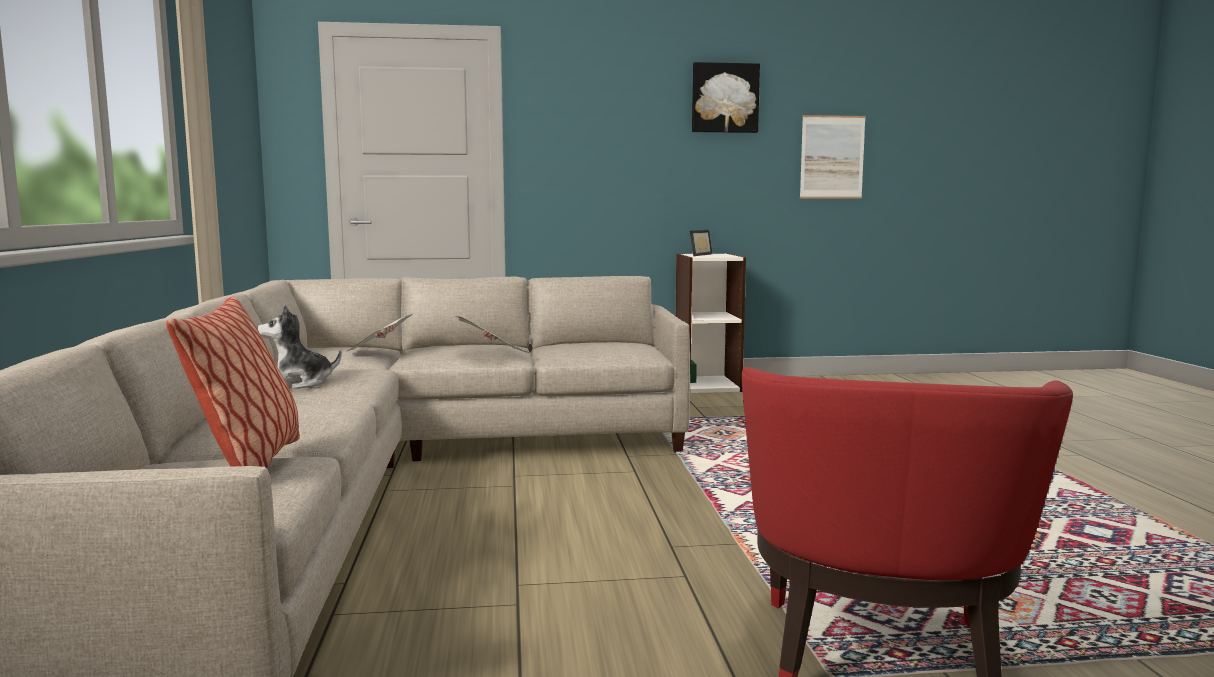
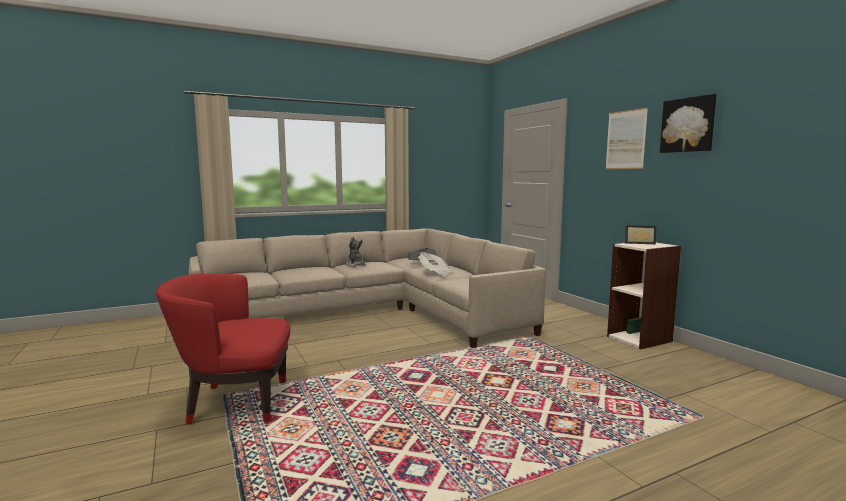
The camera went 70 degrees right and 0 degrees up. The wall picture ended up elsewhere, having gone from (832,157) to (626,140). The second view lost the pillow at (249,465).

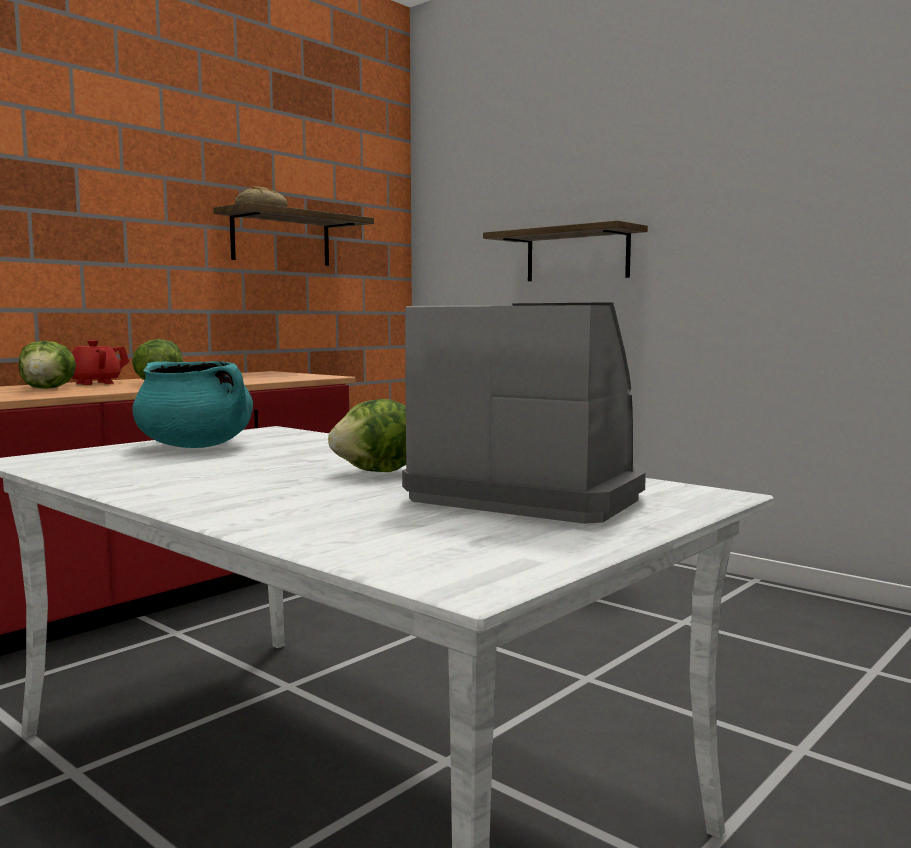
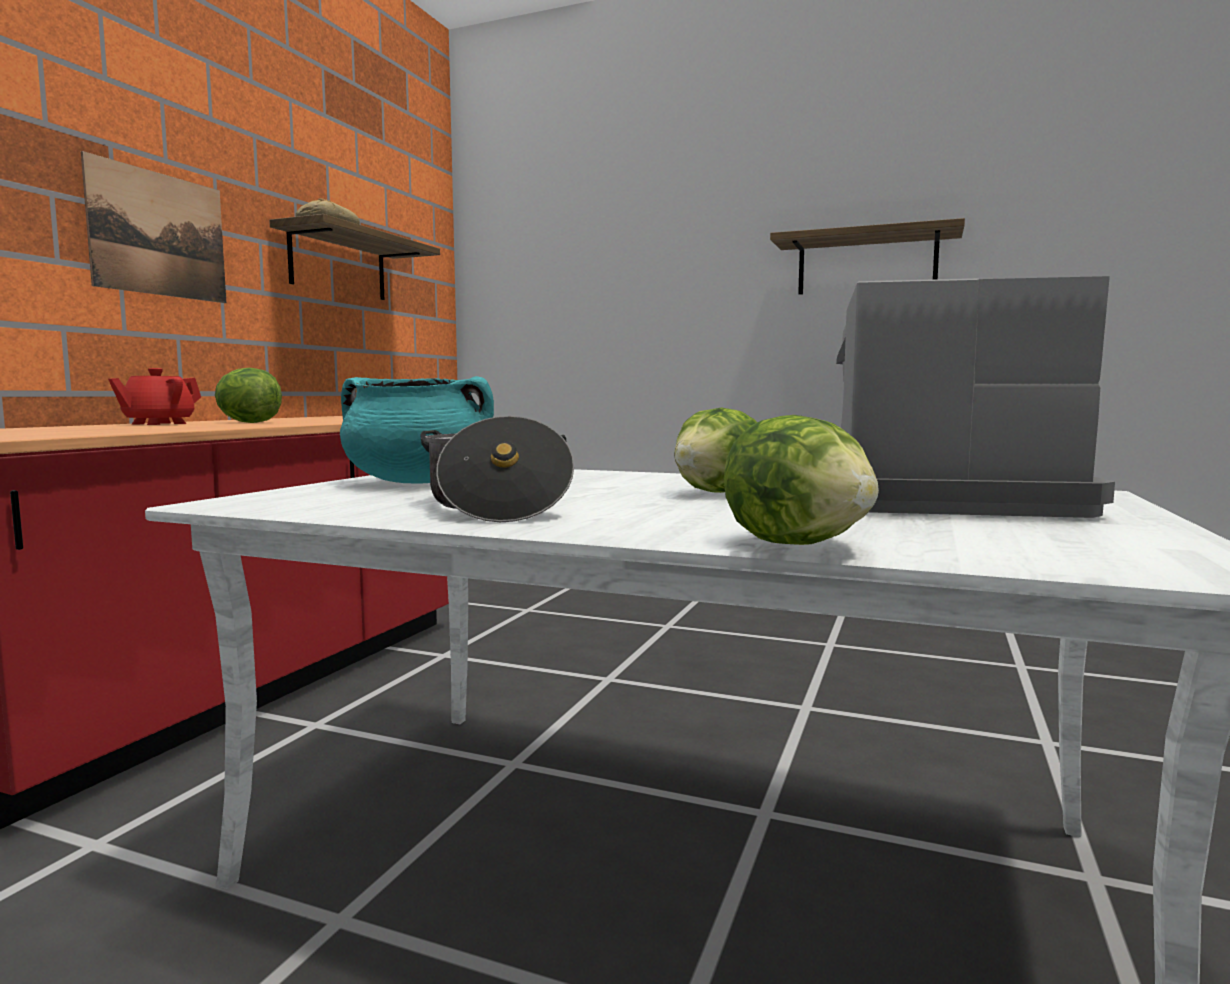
The camera went 20 degrees left and 0 degrees up. The second view gained the wall picture at (159,234). The second view gained the cooking pot at (495,507). The lettuce ended up elsewhere, having gone from (48,388) to (799,544). The shelf ended up elsewhere, having gone from (577,255) to (866,264).

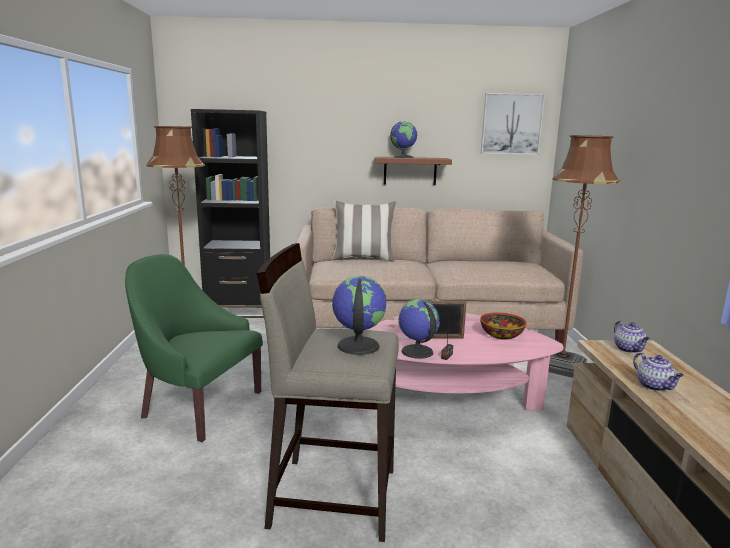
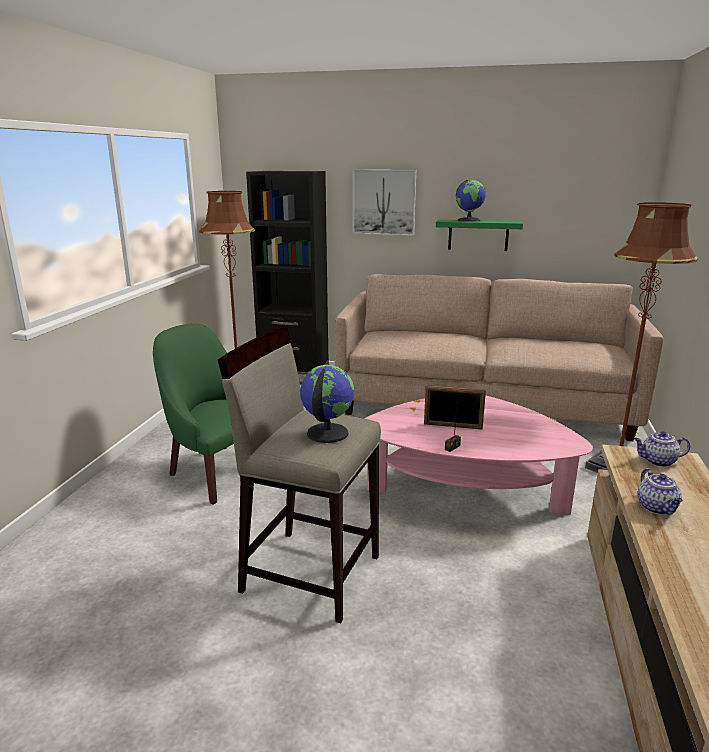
The camera went 15 degrees right and 5 degrees up. The wall picture ended up elsewhere, having gone from (511,124) to (384,202). What was the brown-coloured shelf at (410,171) turned into the greenish shelf at (478,235). The teapot at (629,349) ended up facing another way, 90 degrees clockwise from before. The second view lost the pillow at (363,259). The second view lost the world globe at (416,352). The second view lost the bowl at (501,335).

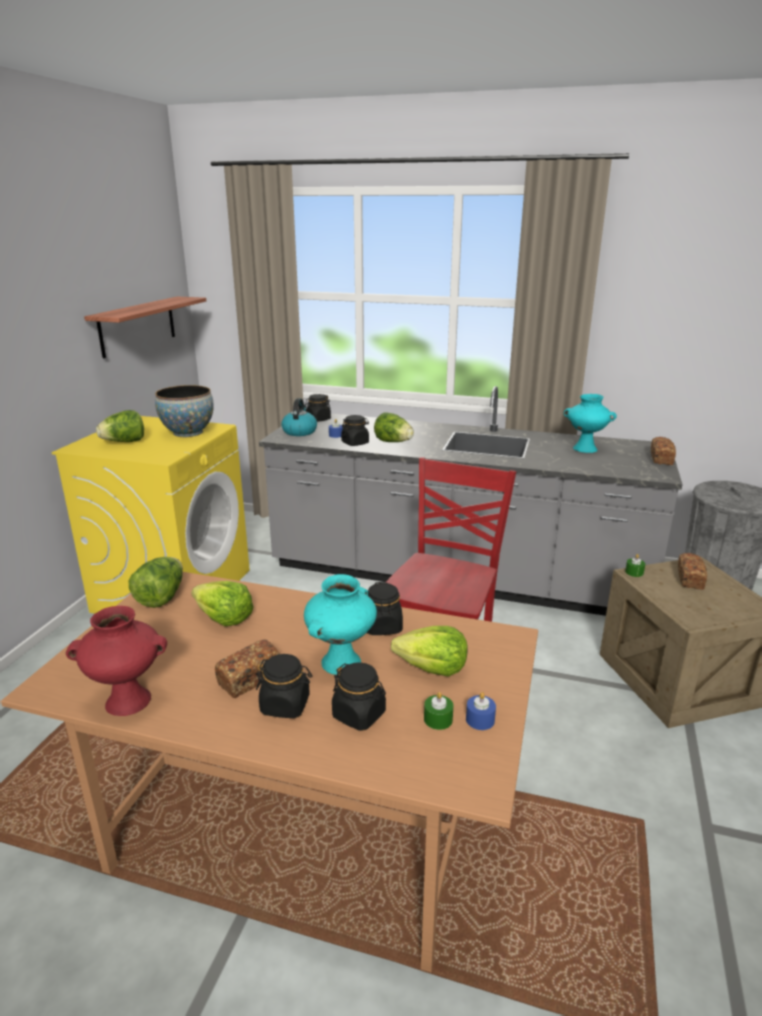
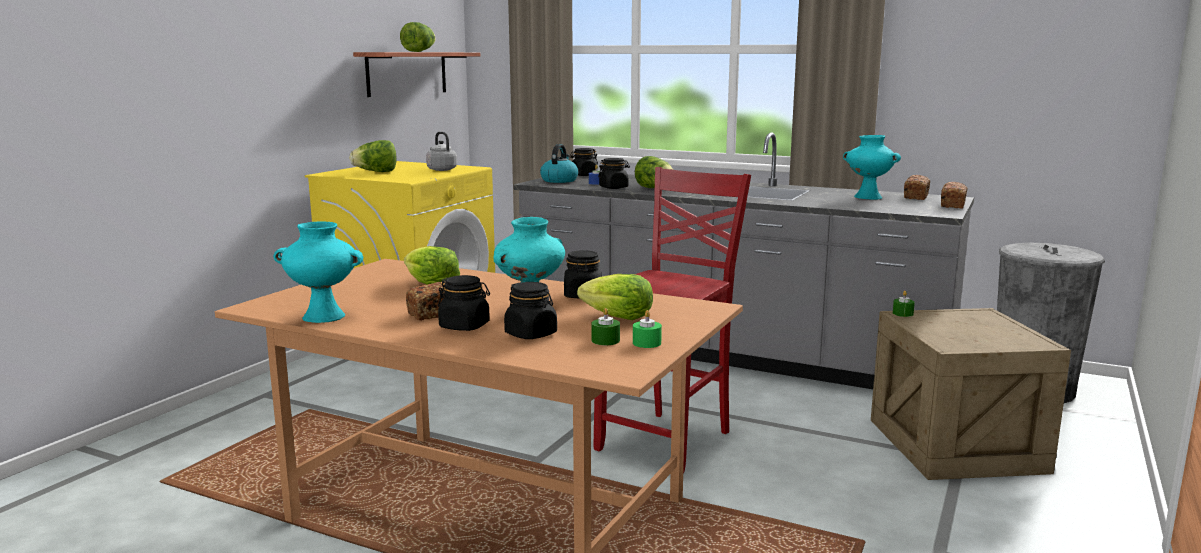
The camera went 10 degrees right and 10 degrees down. What was the red-coloured decorative vase at (129,700) turned into the turquoise decorative vase at (325,316). The lettuce ended up elsewhere, having gone from (161,597) to (419,51). Where the bowl stood at (188,433), the greyish tea kettle came to stand at (441,169). What was the blue wax candle at (480,719) turned into the greenish wax candle at (646,343). The bakery bread ended up elsewhere, having gone from (690,579) to (916,197).

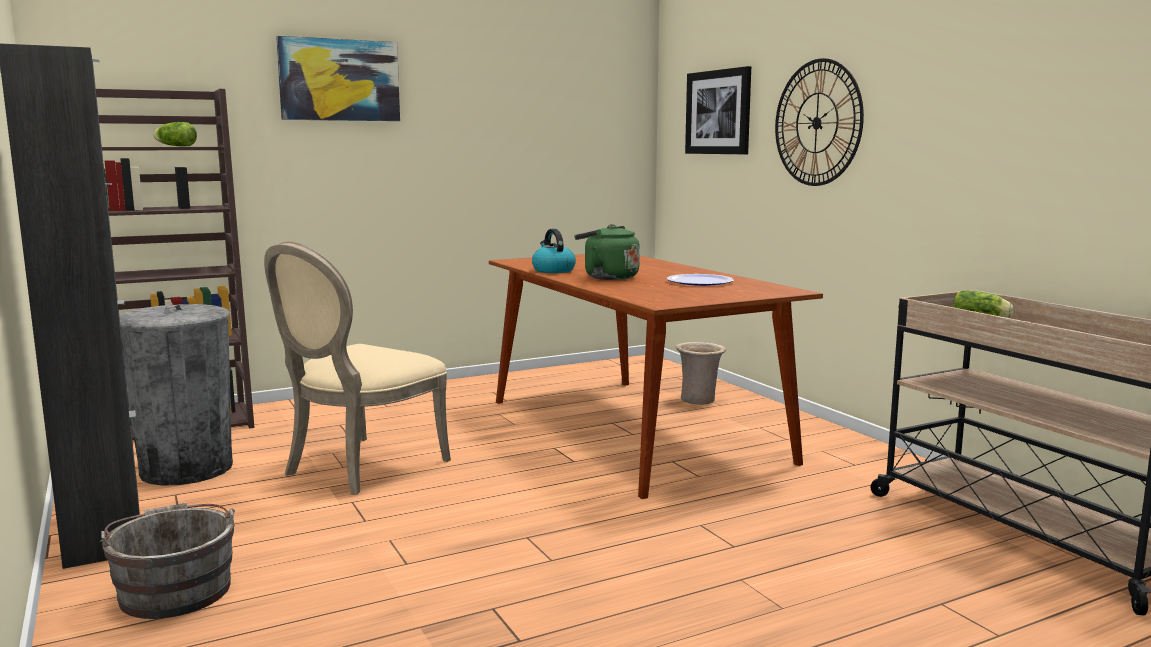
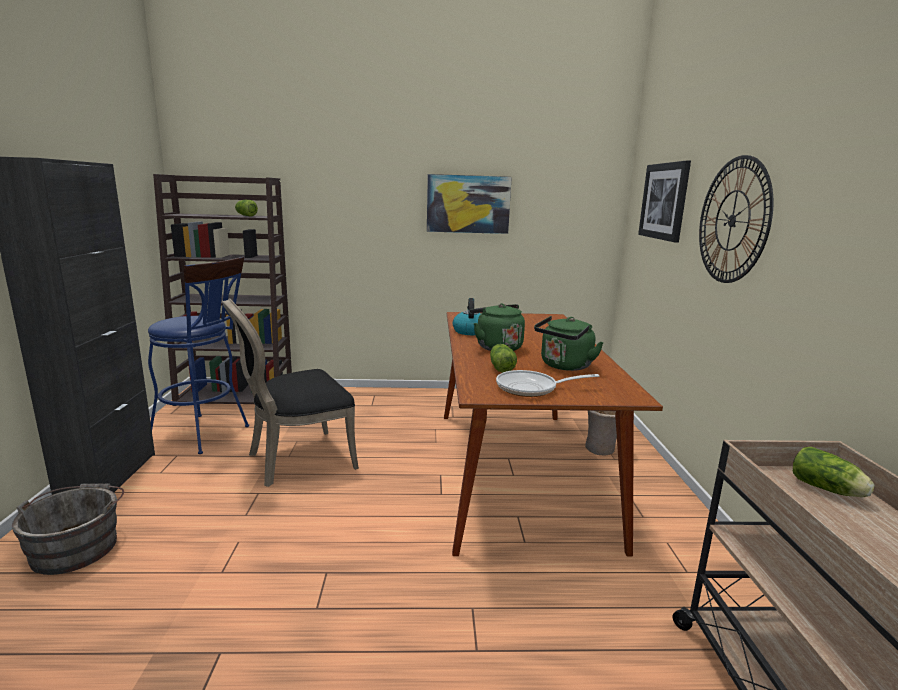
The camera went 25 degrees right and 5 degrees up. Where the greyish rubbish bin stood at (187,469), the blue stool seat came to stand at (206,434). What was the sand-coloured plain chair at (359,468) turned into the blackish plain chair at (296,460). The wall picture ended up elsewhere, having gone from (339,80) to (468,204). The second view gained the lettuce at (501,367). The second view gained the skillet at (531,388). Where the flat dish stood at (699,282), the greenish tea kettle came to stand at (564,366).

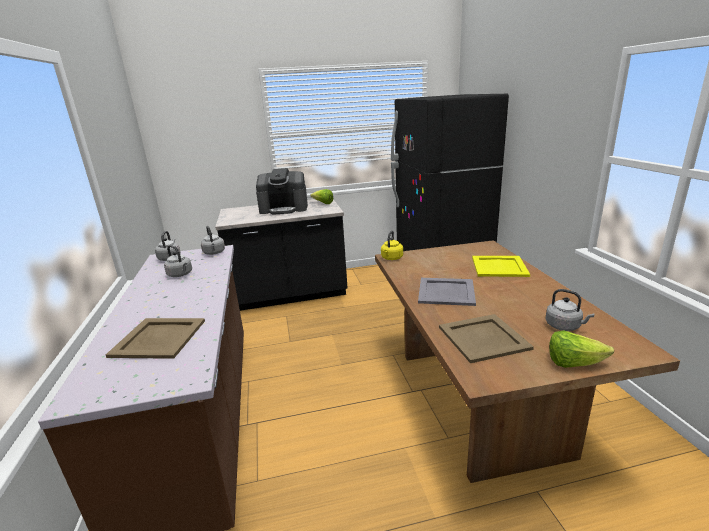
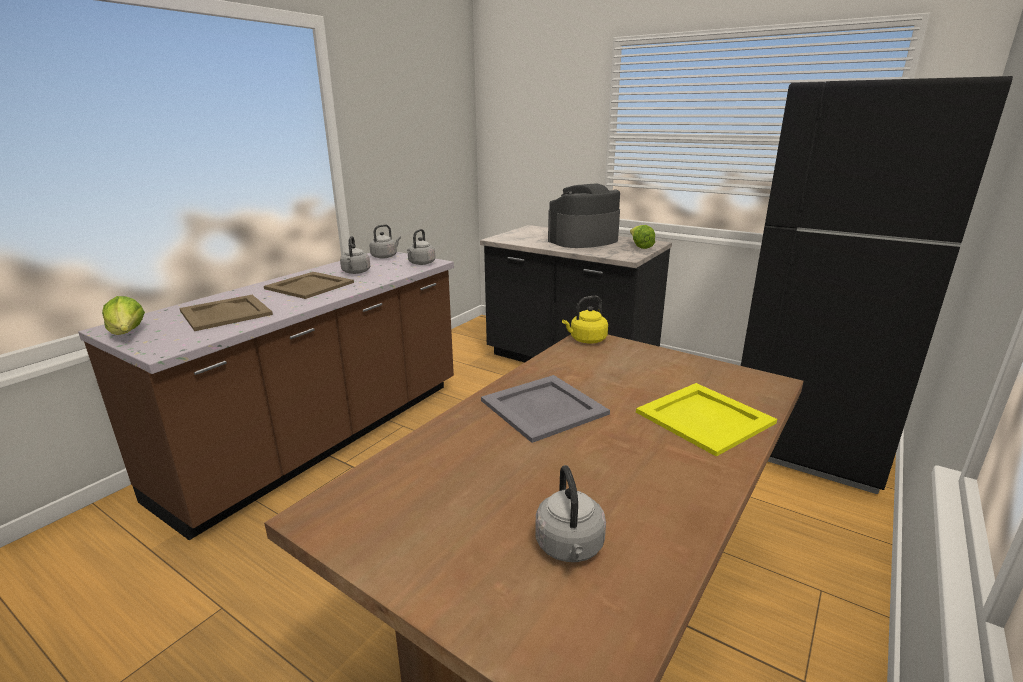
The camera went 45 degrees right and 0 degrees up. The lettuce ended up elsewhere, having gone from (573,363) to (128,334). The sand-coloured serving tray ended up elsewhere, having gone from (483,338) to (308,286). The coffee machine at (284,209) ended up facing another way, 105 degrees clockwise from before.

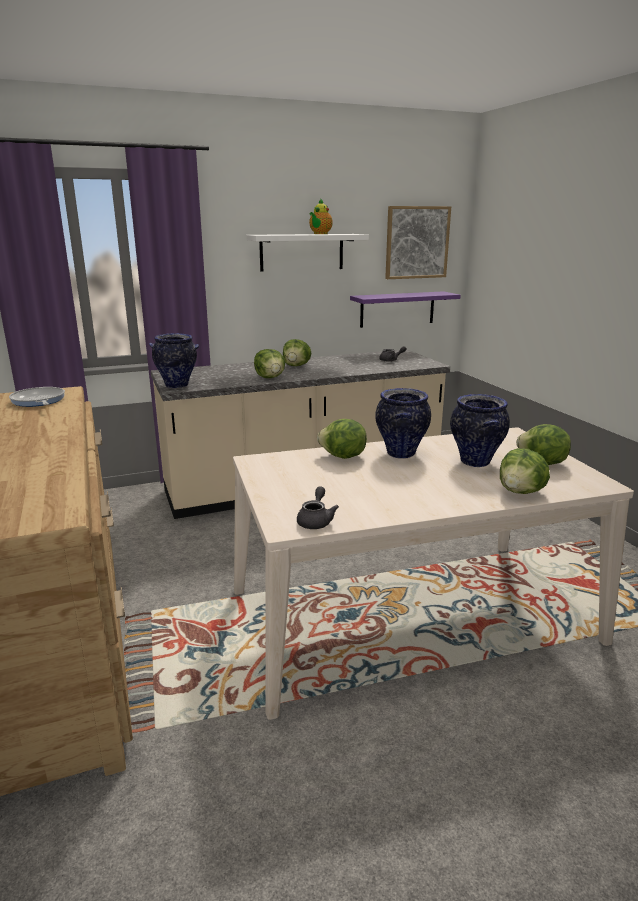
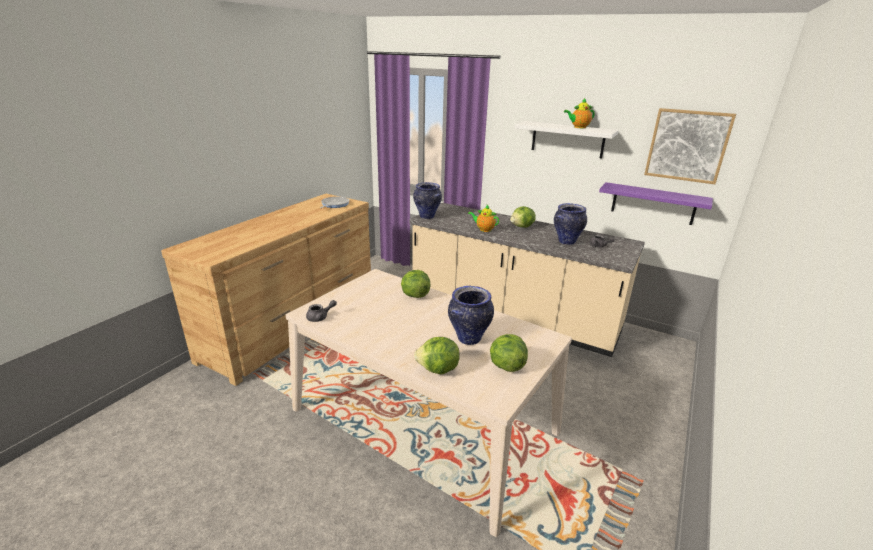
The camera went 50 degrees right and 5 degrees up. Where the lettuce stood at (270,377), the teapot came to stand at (484,229). The decorative vase ended up elsewhere, having gone from (401,454) to (566,242).

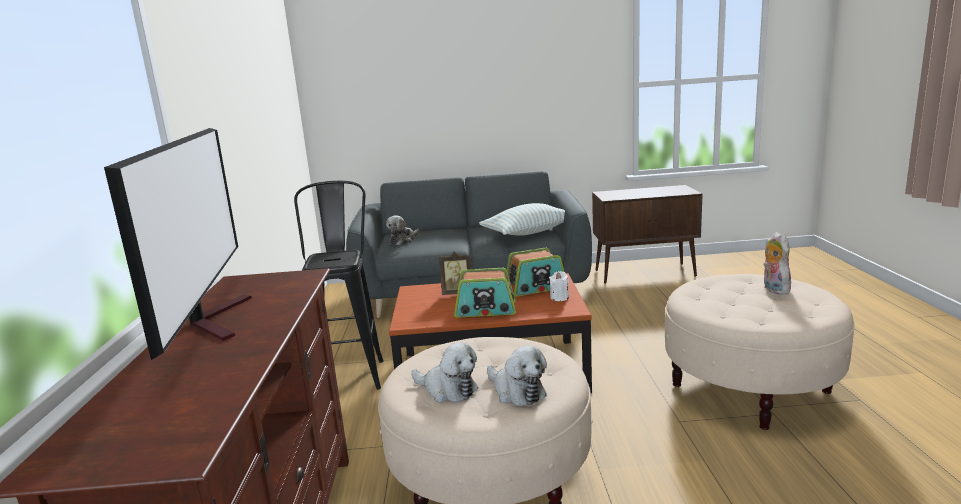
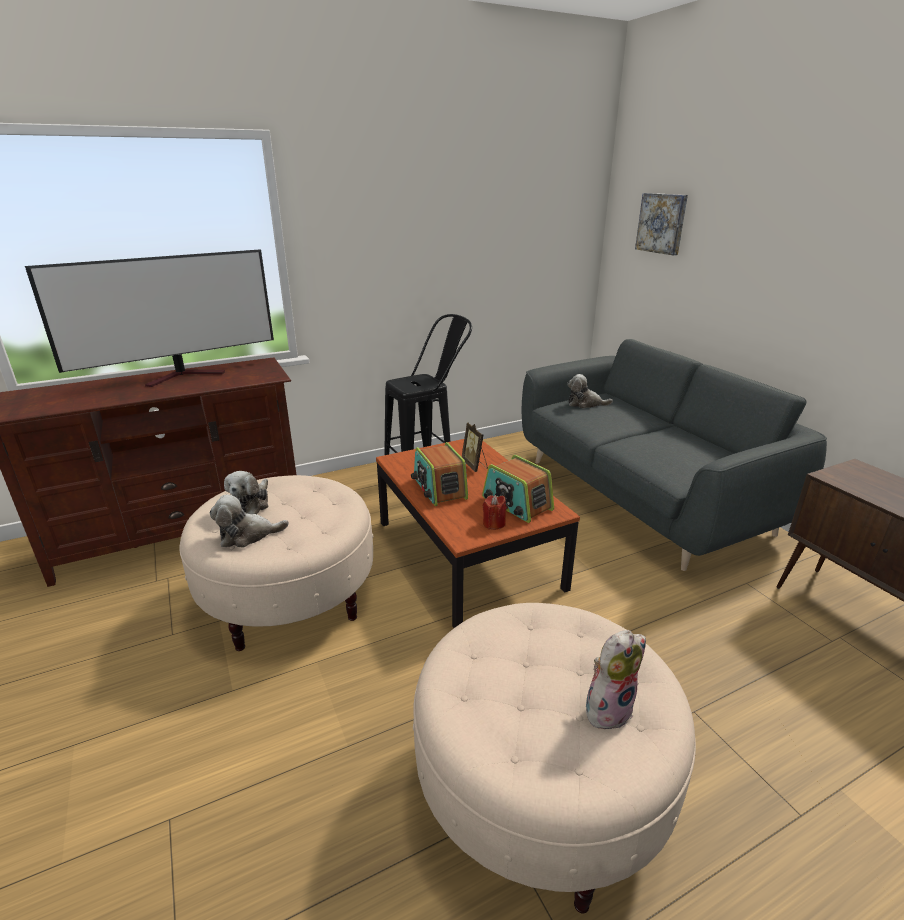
The camera went 65 degrees right and 10 degrees up. The plush toy at (516,391) ended up facing another way, 45 degrees clockwise from before. What was the white-coloured wax candle at (559,298) turned into the red-coloured wax candle at (494,524). The second view gained the wall picture at (662,223). The second view lost the pillow at (529,233).

